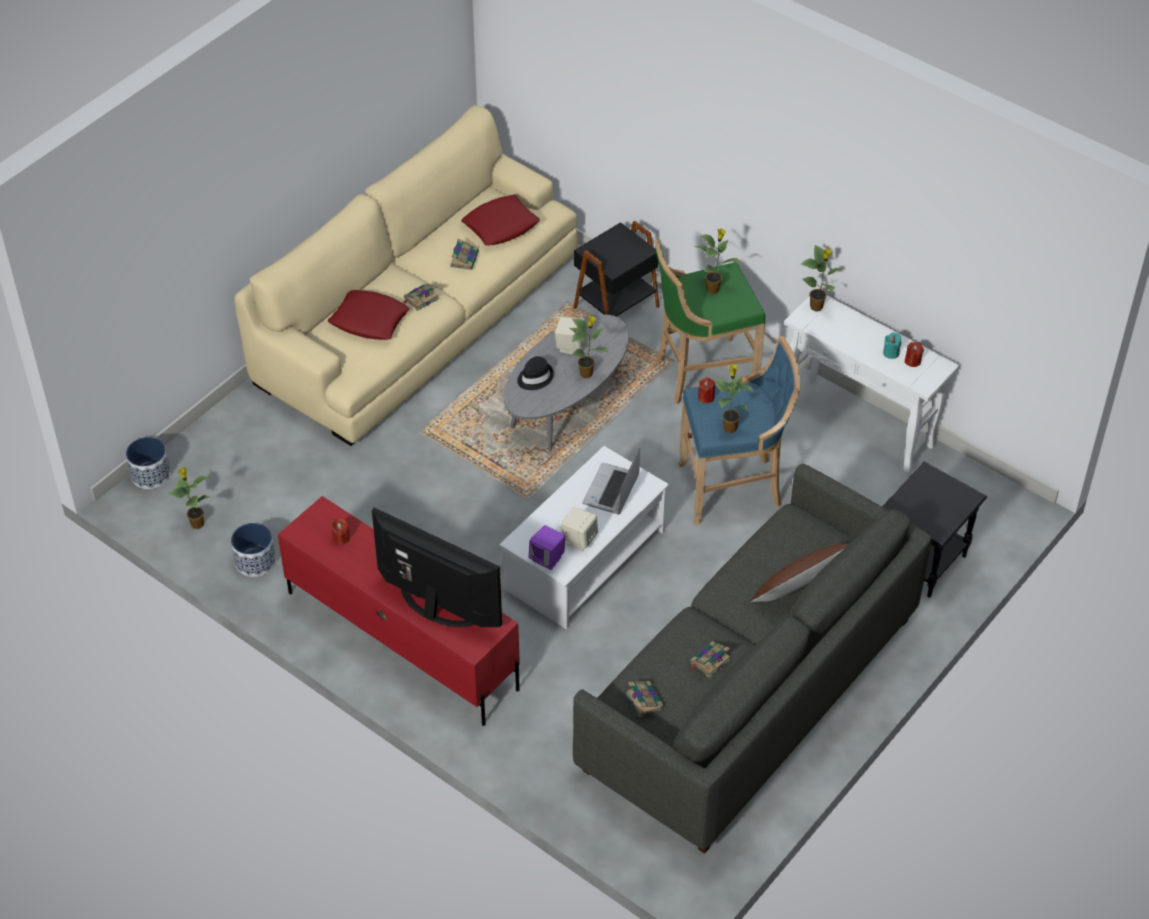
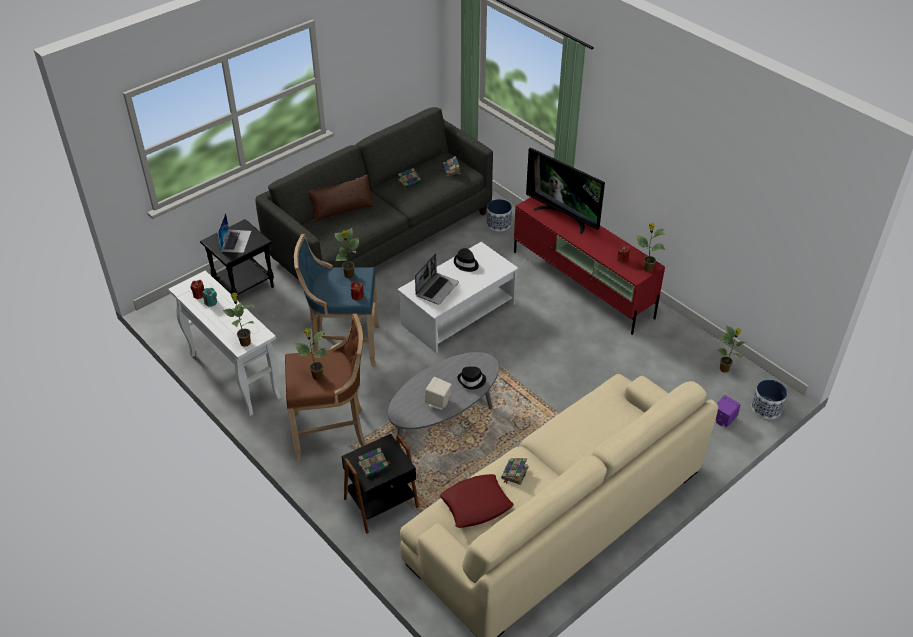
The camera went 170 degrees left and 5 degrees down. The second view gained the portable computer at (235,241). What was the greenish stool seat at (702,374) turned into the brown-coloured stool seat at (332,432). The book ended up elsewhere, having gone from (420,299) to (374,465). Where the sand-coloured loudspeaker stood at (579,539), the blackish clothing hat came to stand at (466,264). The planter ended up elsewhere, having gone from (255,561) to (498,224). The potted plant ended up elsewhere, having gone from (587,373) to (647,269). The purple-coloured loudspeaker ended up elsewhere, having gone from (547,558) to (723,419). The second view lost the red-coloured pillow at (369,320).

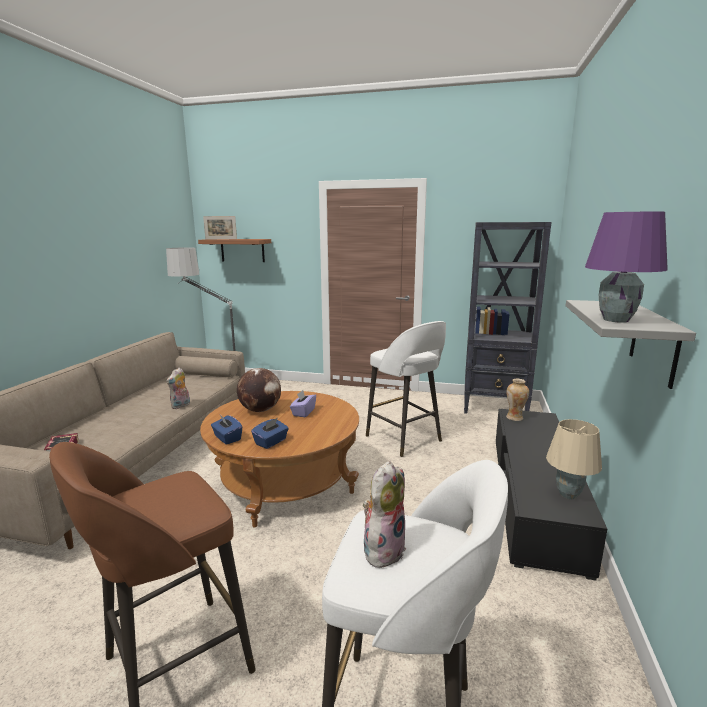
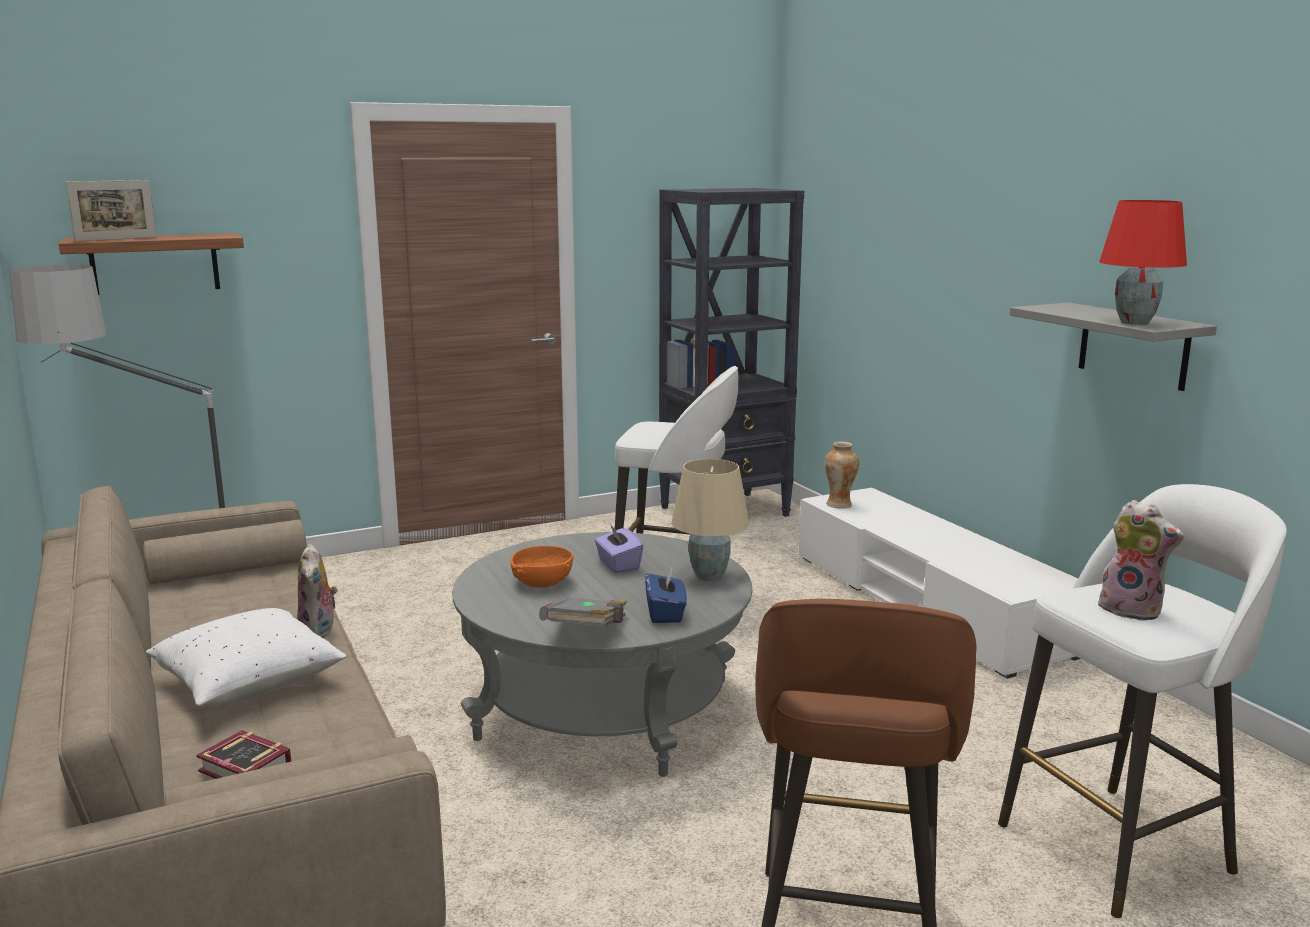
The camera went 40 degrees left and 0 degrees up. The second view gained the white-coloured pillow at (249,683). What was the brown-coloured low table at (285,483) turned into the greyish low table at (604,709). Where the world globe stood at (260,410), the orangey bowl came to stand at (542,582). Where the blue tissue holder stood at (227,438), the greyish book came to stand at (587,631). The sand-coloured lamp for a table ended up elsewhere, having gone from (569,495) to (710,576). What was the blackish media console at (534,496) turned into the white-coloured media console at (925,603). The plush toy at (383,549) ended up facing another way, 135 degrees clockwise from before. What was the purple-coloured lamp for a table at (615,320) turned into the red-coloured lamp for a table at (1135,323).

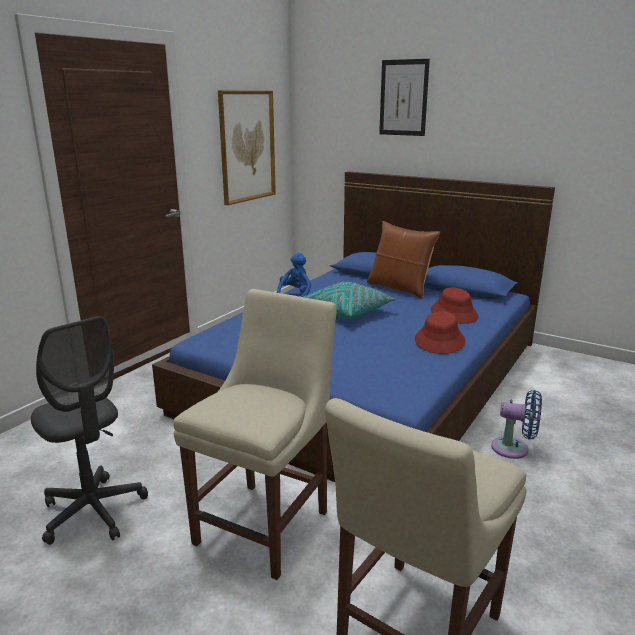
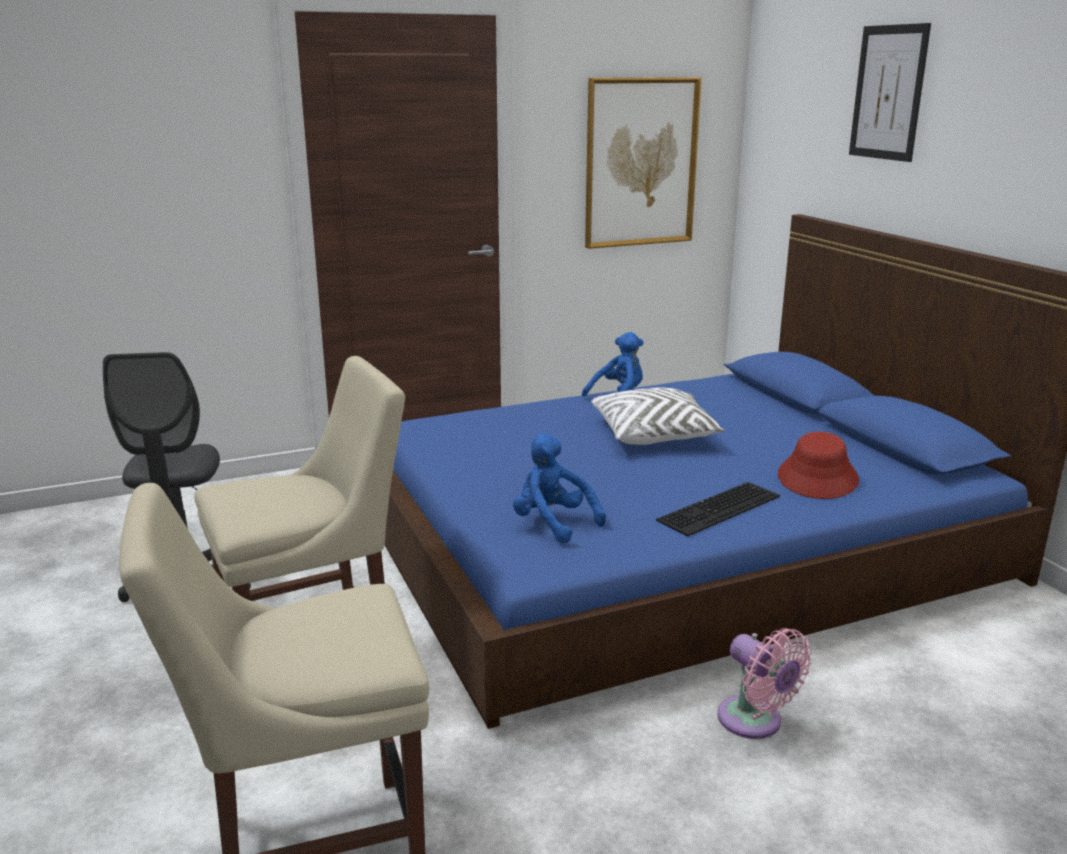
The camera went 35 degrees right and 0 degrees up. The second view gained the blue plush toy at (553,523). What was the turquoise pillow at (348,311) turned into the white-coloured pillow at (654,434). Where the red-coloured clothing hat stood at (440,341), the keyboard came to stand at (720,509). What was the blue fan at (514,449) turned into the pinkish fan at (754,722). The second view lost the brown-coloured pillow at (399,288).

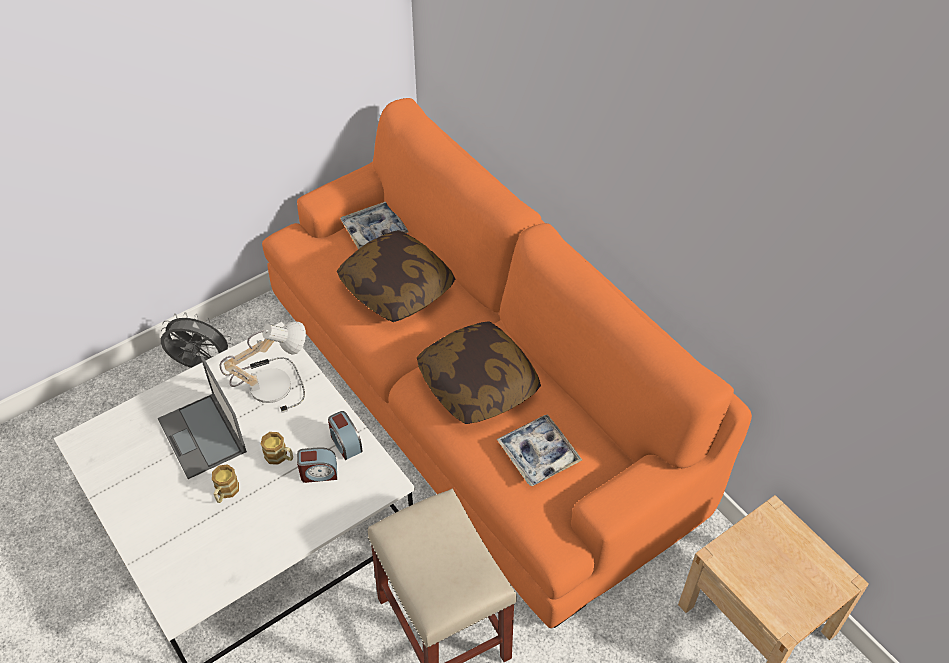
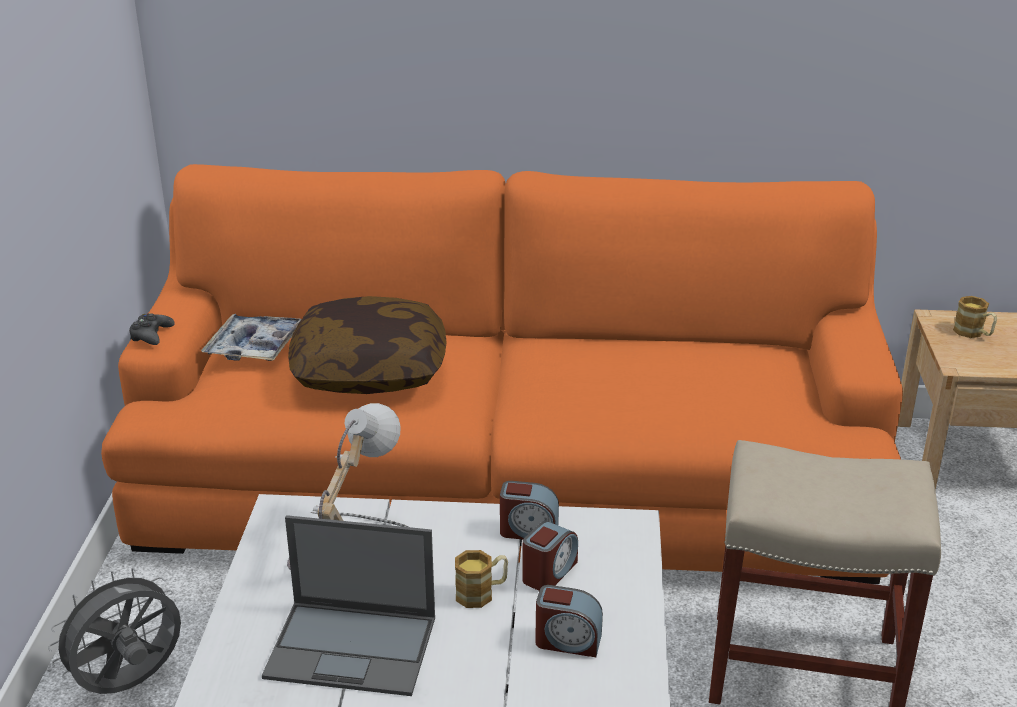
The camera went 50 degrees left and 20 degrees down. The second view gained the blackish gamepad at (151,335). The second view gained the table clock at (567,641). The coffee mug ended up elsewhere, having gone from (225,492) to (973,333). The second view lost the pillow at (478,384). The second view lost the serving tray at (538,454).

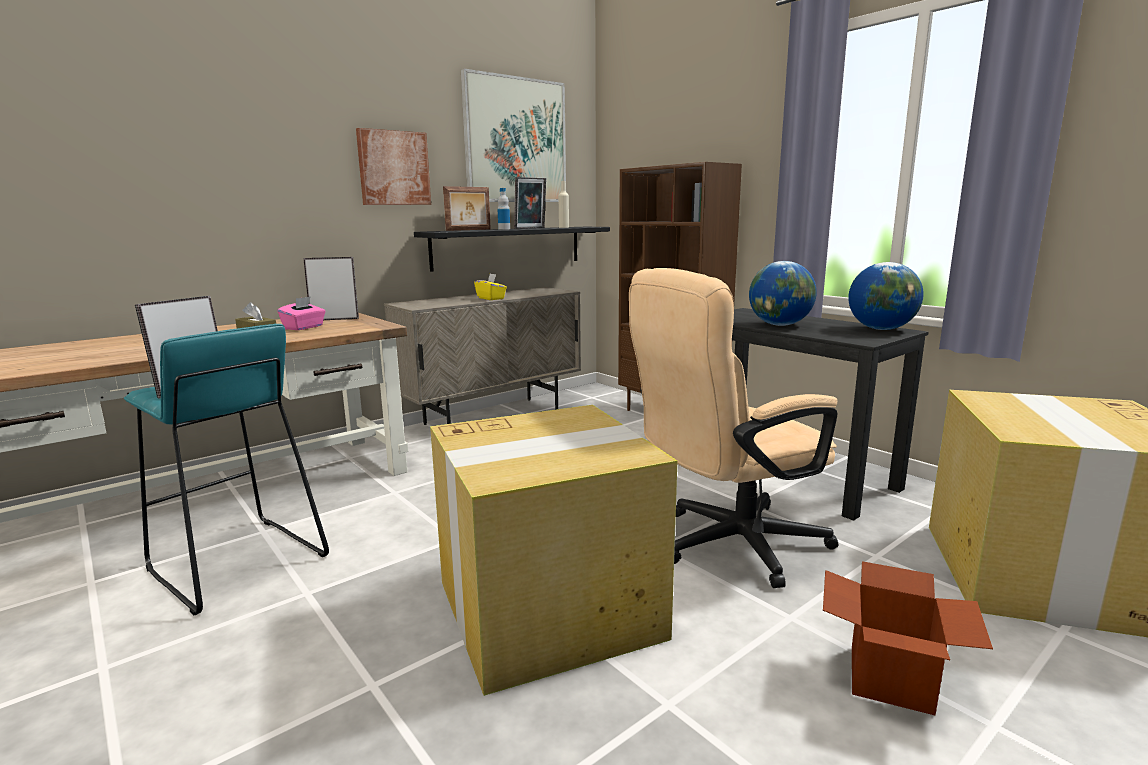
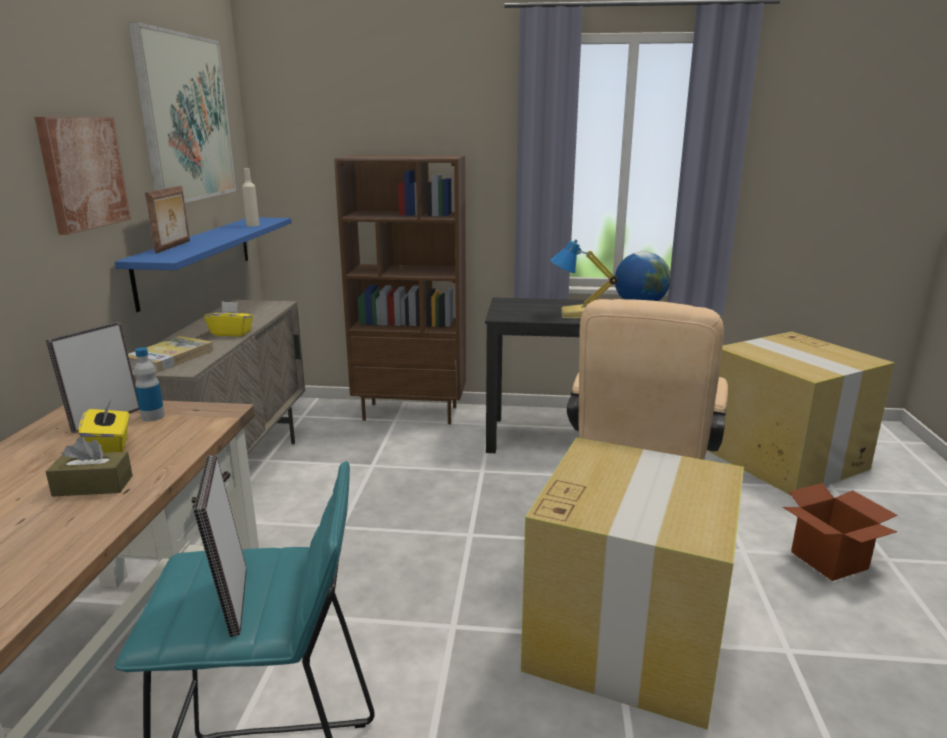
The camera went 45 degrees left and 5 degrees up. What was the pinkish tissue holder at (304,327) turned into the yellow-coloured tissue holder at (110,447). What was the blackish shelf at (508,247) turned into the blue shelf at (196,259). The second view gained the book at (170,357). The bottle ended up elsewhere, having gone from (504,229) to (153,416). Where the world globe stood at (779,325), the lamp for a table came to stand at (574,315). The second view lost the picture frame at (531,228).

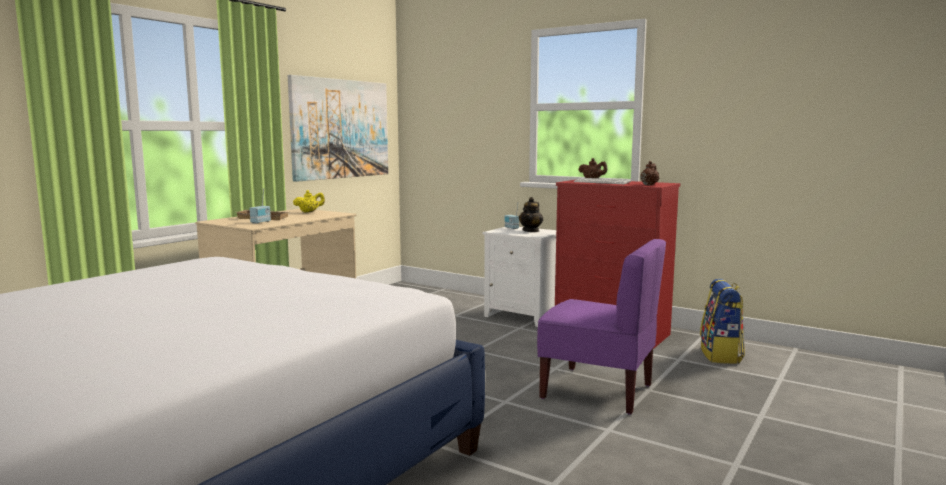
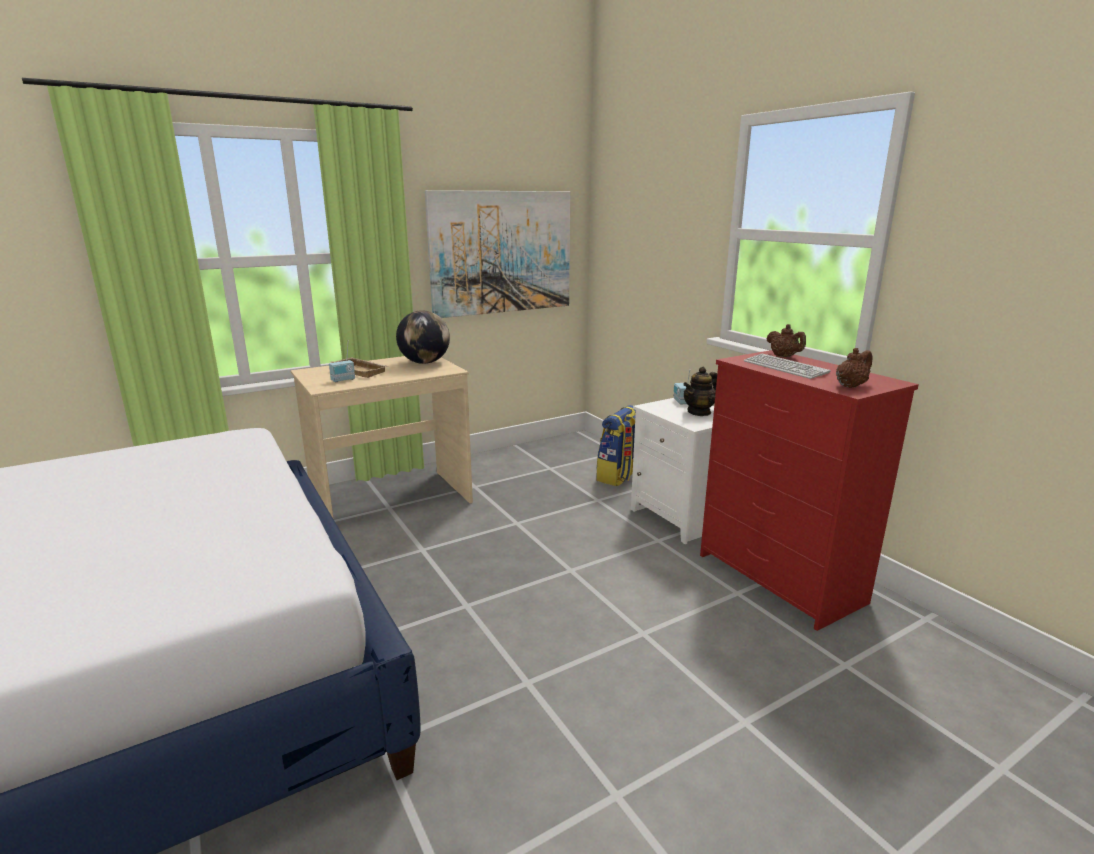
The camera went 25 degrees right and 10 degrees up. Where the yellow-coloured teapot stood at (309,212), the world globe came to stand at (425,362). The knapsack ended up elsewhere, having gone from (721,355) to (619,476). The second view lost the purple-coloured plain chair at (598,391).

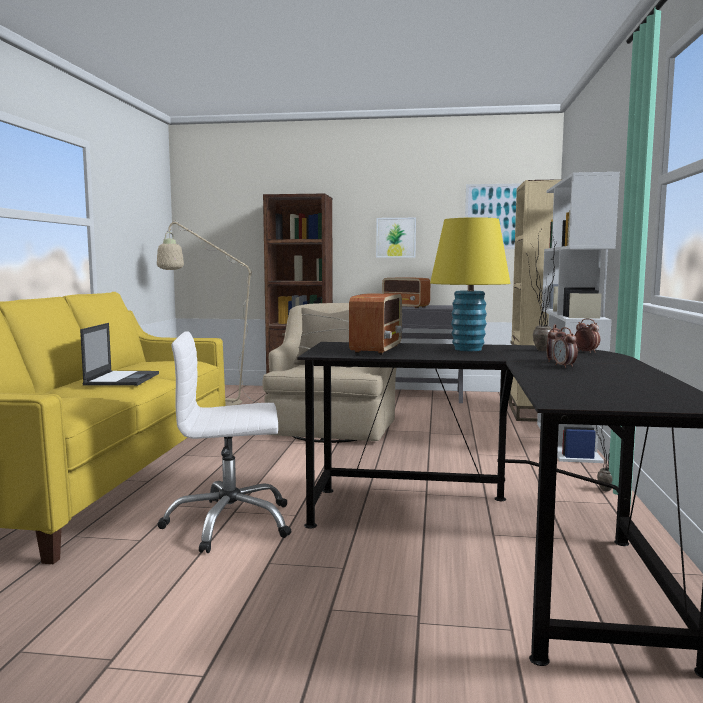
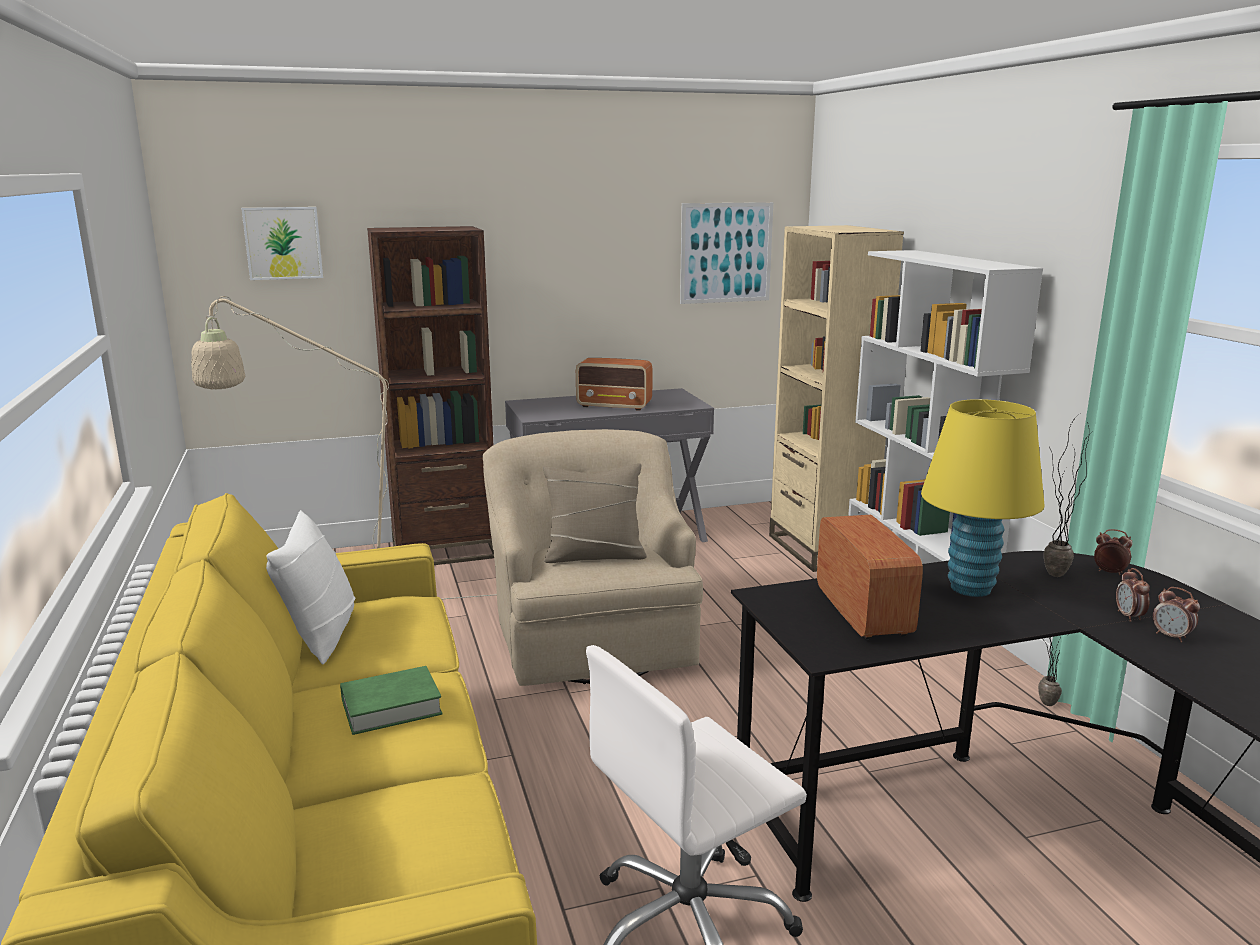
The camera went 25 degrees left and 10 degrees up. The wall picture ended up elsewhere, having gone from (396,237) to (283,243). The second view gained the white-coloured pillow at (320,635). Where the portable computer stood at (122,379), the greenish book came to stand at (391,707).

